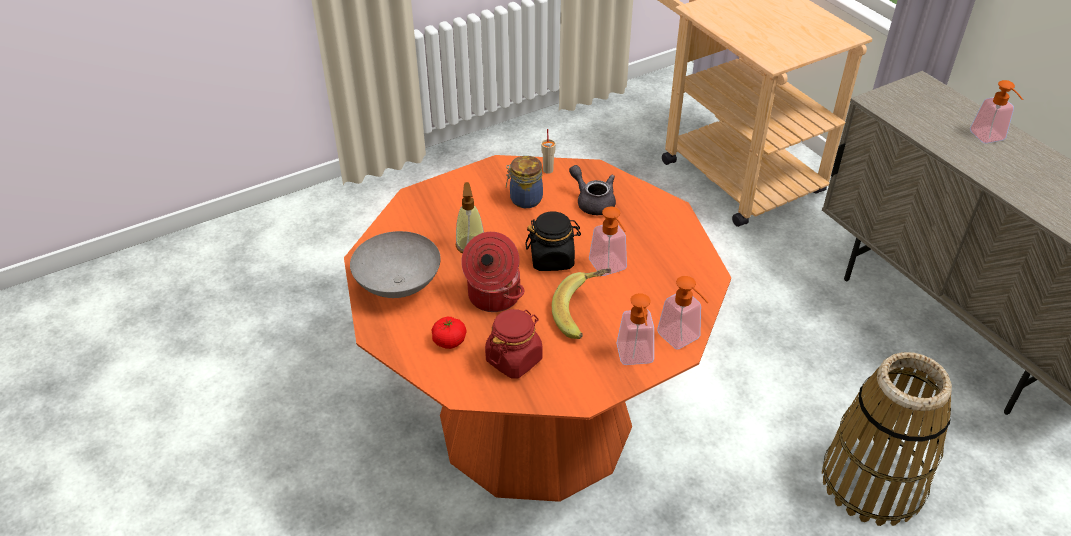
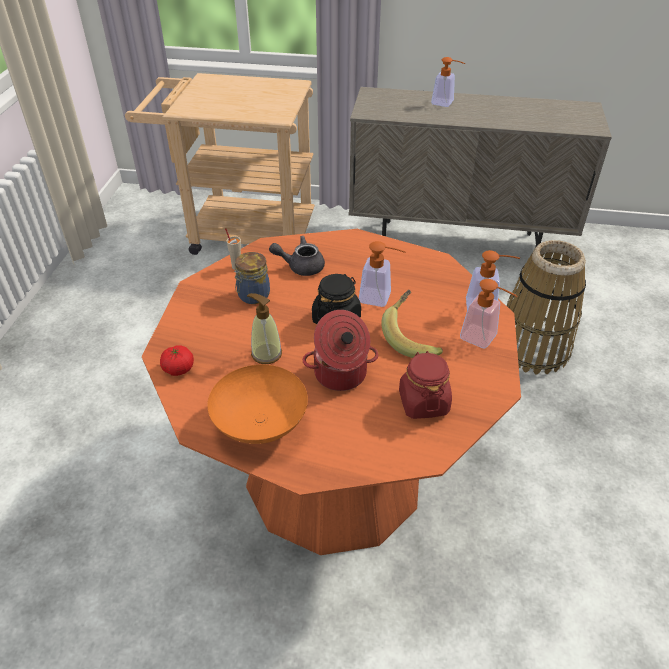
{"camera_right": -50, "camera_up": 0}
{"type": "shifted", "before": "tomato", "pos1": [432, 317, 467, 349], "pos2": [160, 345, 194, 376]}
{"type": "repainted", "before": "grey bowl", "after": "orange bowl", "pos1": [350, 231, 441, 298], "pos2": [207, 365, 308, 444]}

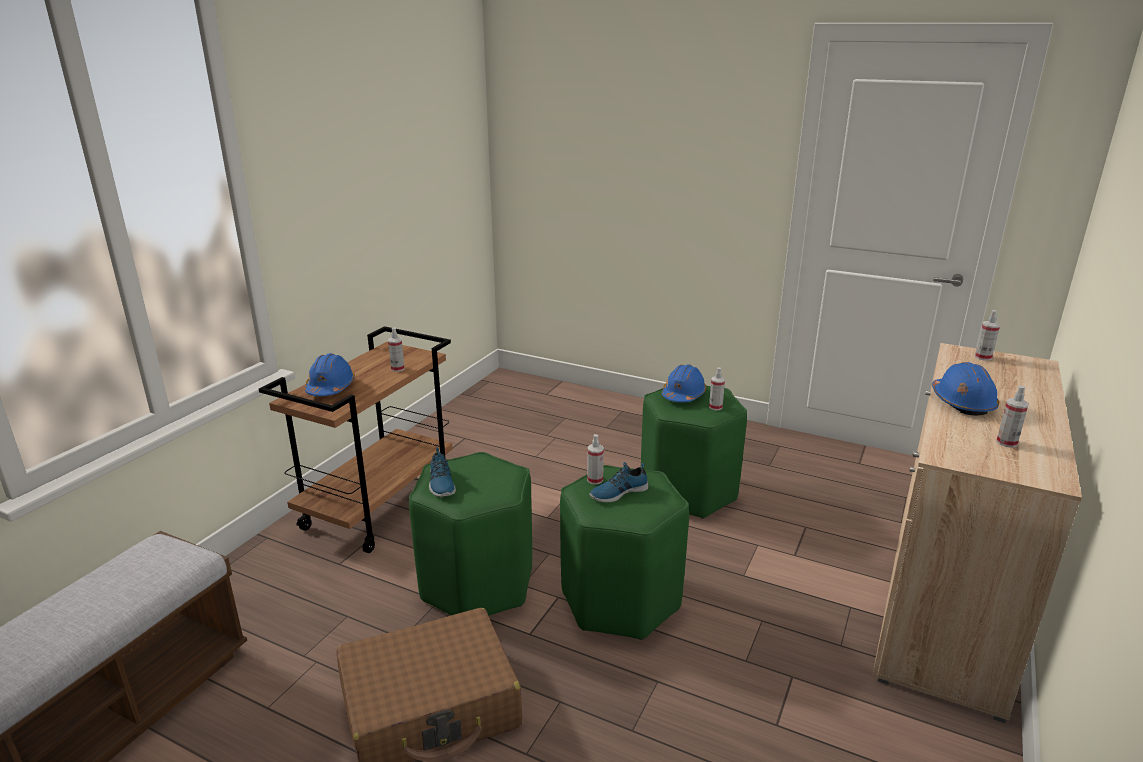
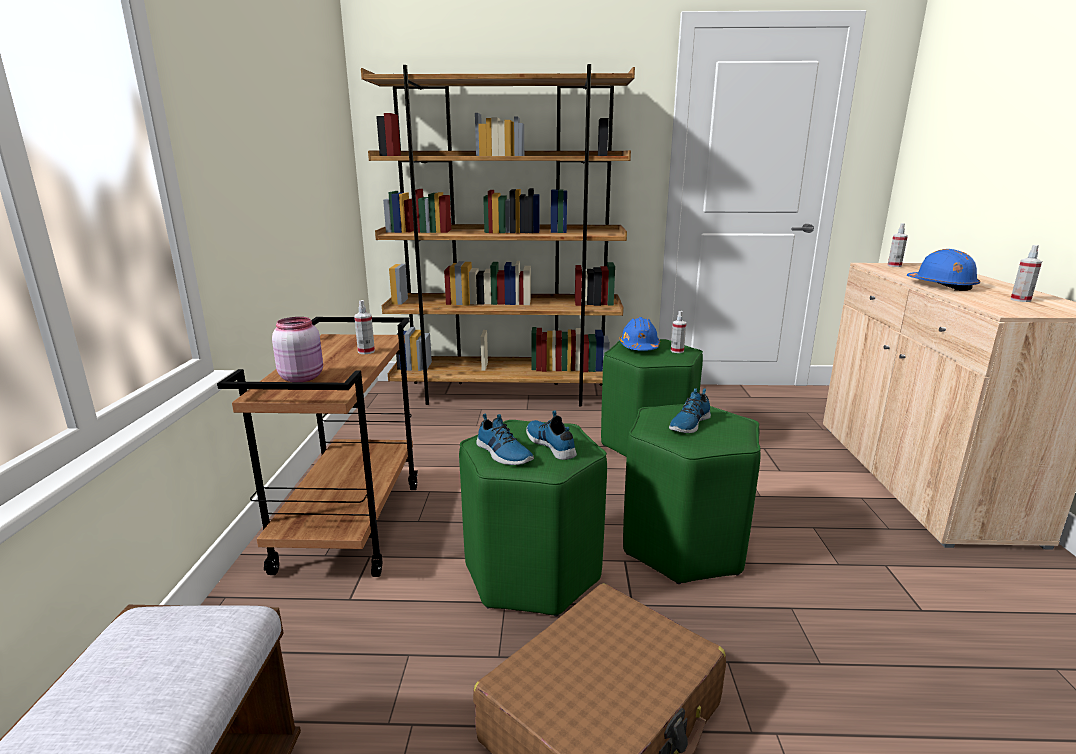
{"camera_right": -25, "camera_up": -5}
{"type": "gone", "before": "spray bottle", "pos1": [587, 434, 604, 485]}
{"type": "new", "after": "brown bookcase", "pos2": [361, 64, 635, 407]}
{"type": "new", "after": "shoe", "pos2": [526, 410, 577, 460]}
{"type": "swapped", "before": "blue hard hat", "after": "pink jar", "pos1": [305, 353, 355, 396], "pos2": [272, 317, 323, 382]}

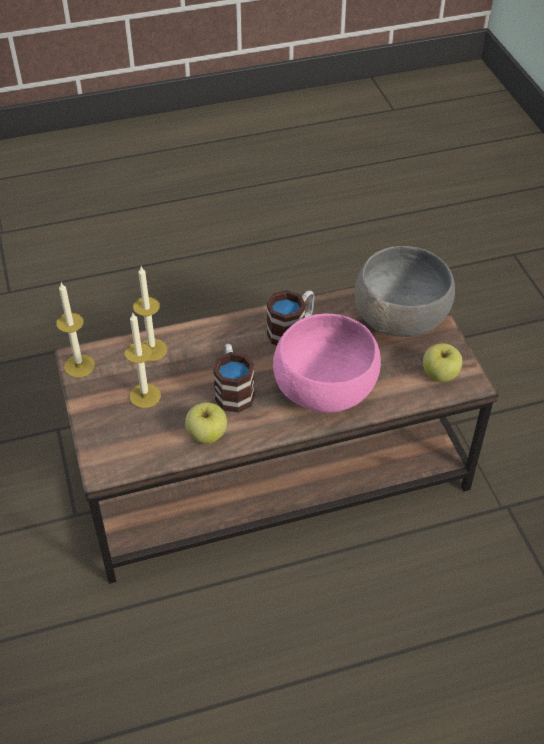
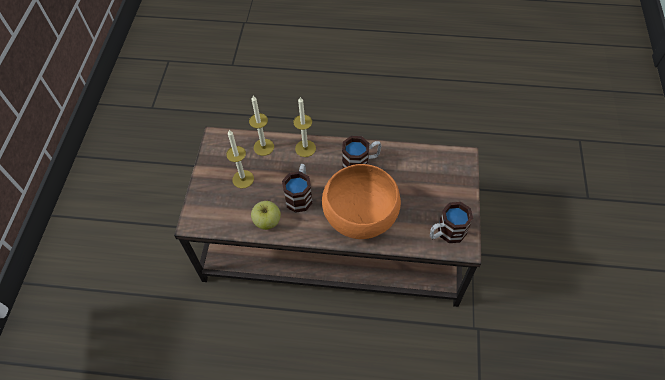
{"camera_right": 25, "camera_up": 10}
{"type": "gone", "before": "grey bowl", "pos1": [354, 246, 455, 337]}
{"type": "shifted", "before": "candle", "pos1": [56, 283, 95, 378], "pos2": [294, 97, 316, 157]}
{"type": "swapped", "before": "apple", "after": "mug", "pos1": [423, 343, 462, 382], "pos2": [430, 202, 473, 243]}
{"type": "repainted", "before": "pink bowl", "after": "orange bowl", "pos1": [273, 314, 381, 413], "pos2": [322, 164, 401, 239]}

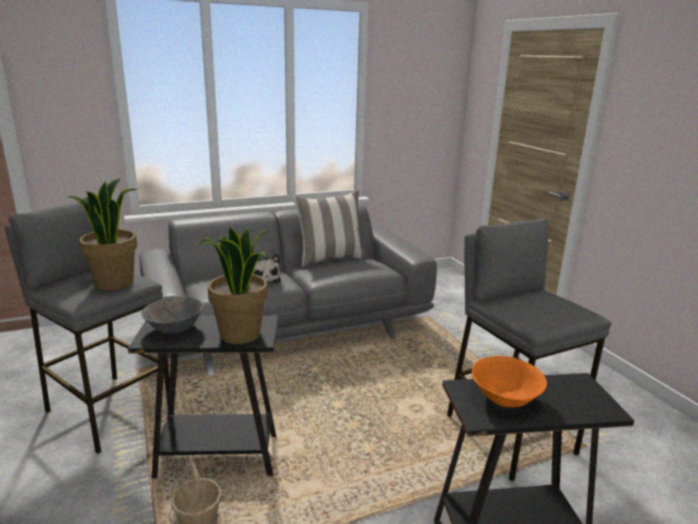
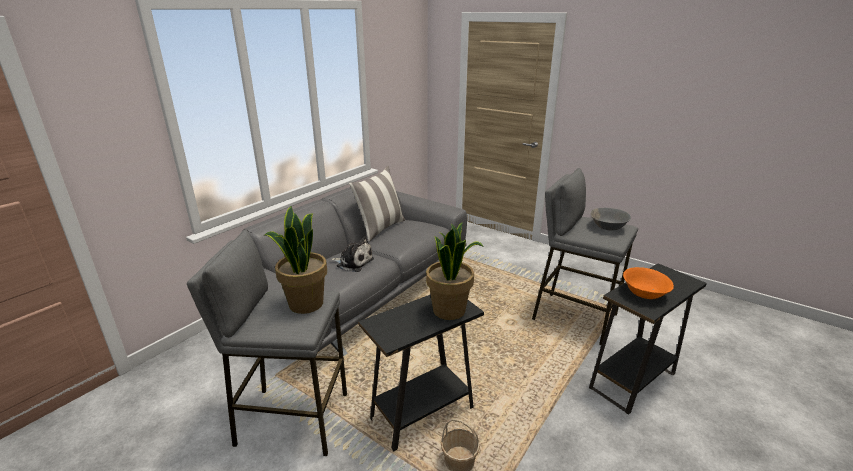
{"camera_right": -30, "camera_up": 5}
{"type": "shifted", "before": "grey bowl", "pos1": [141, 296, 204, 333], "pos2": [590, 208, 631, 230]}

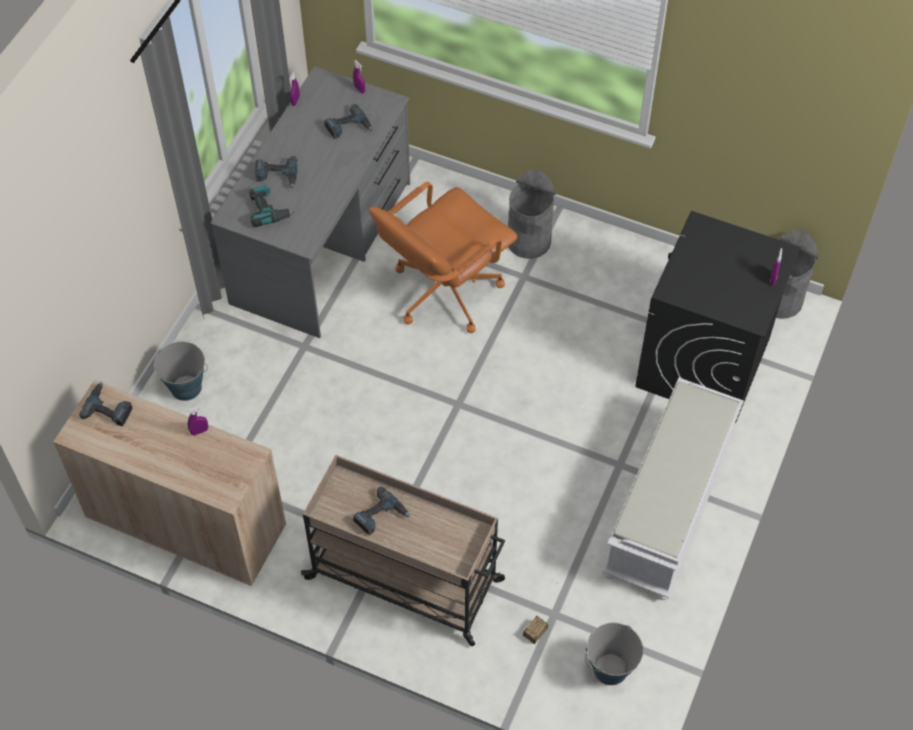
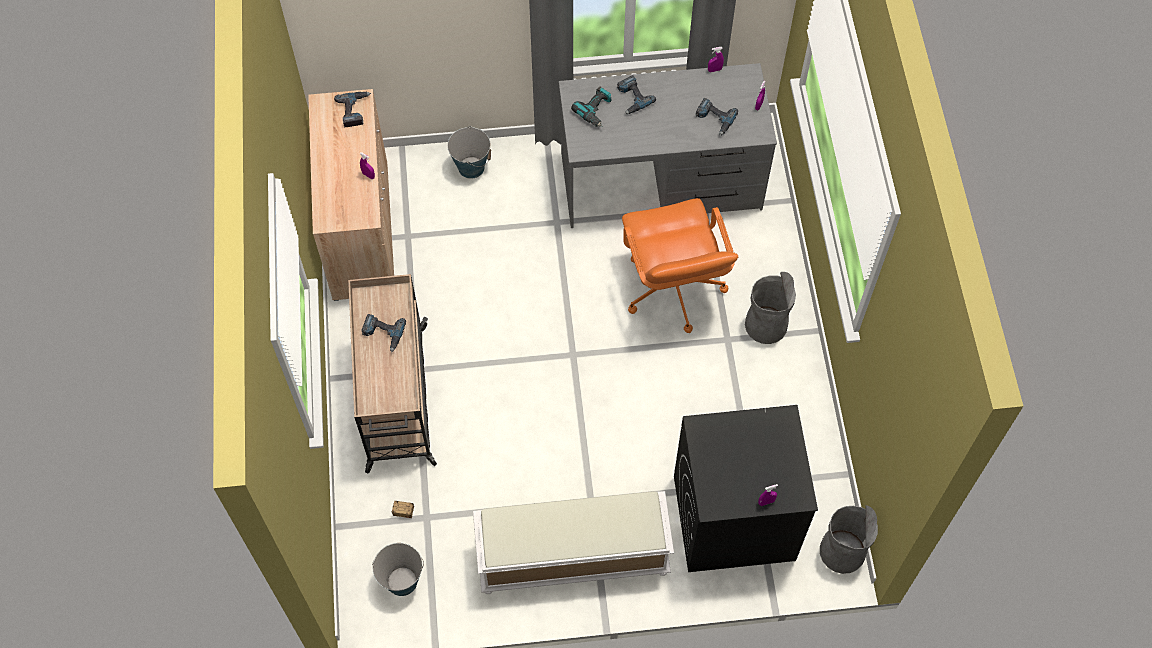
{"camera_right": 60, "camera_up": 5}
{"type": "rotated", "before": "orange office chair", "pos1": [369, 181, 517, 333], "pos2": [622, 198, 738, 333], "turn": -120}

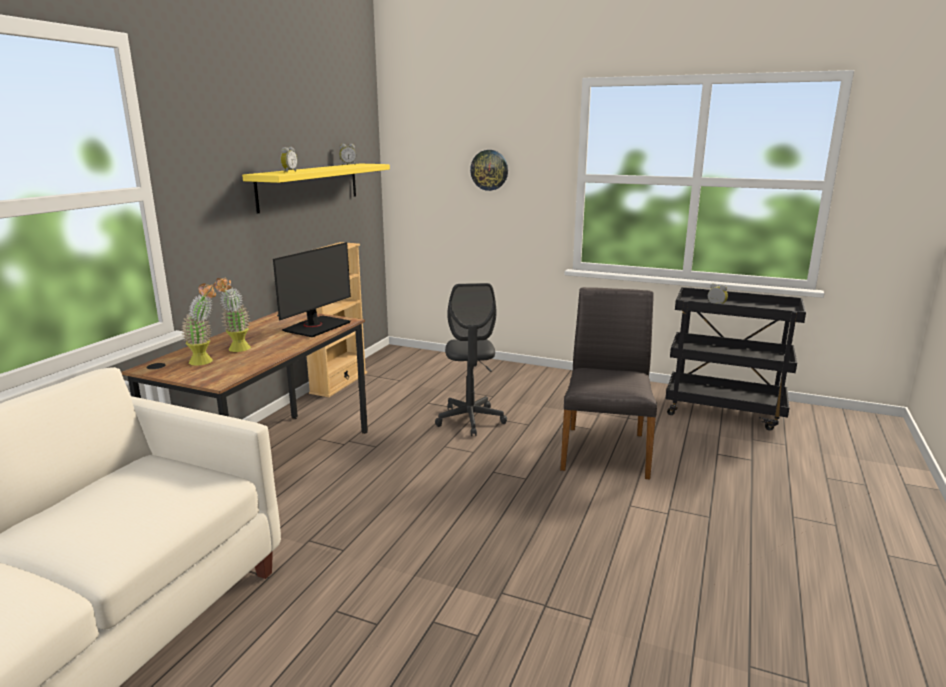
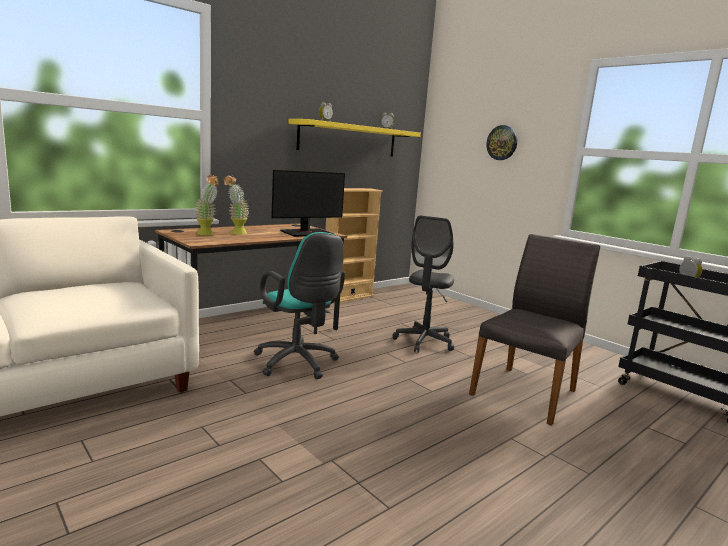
{"camera_right": 25, "camera_up": -5}
{"type": "new", "after": "turquoise office chair", "pos2": [254, 232, 345, 379]}

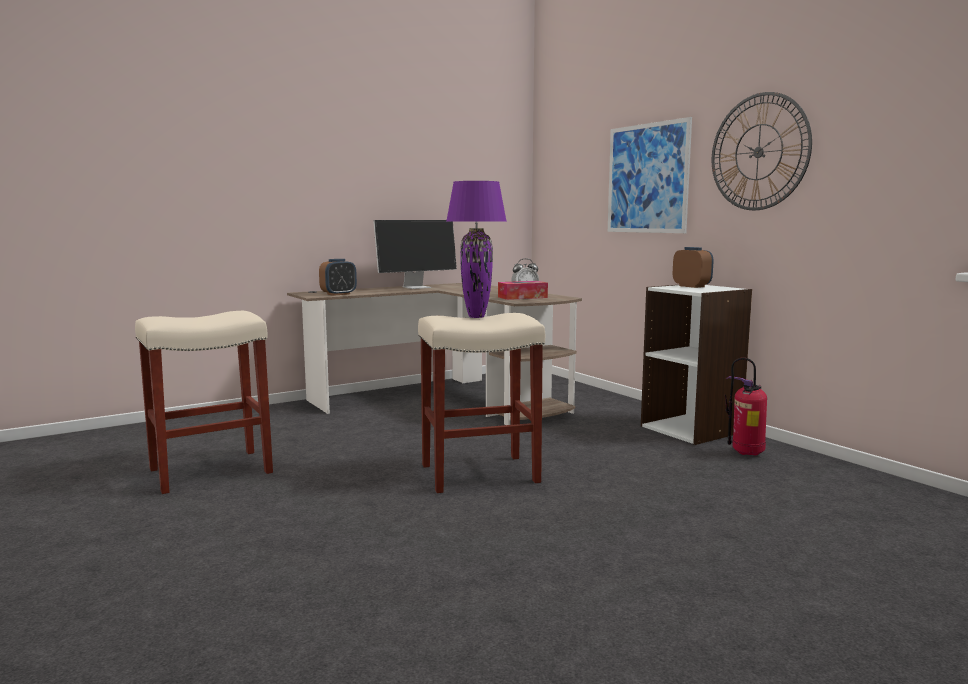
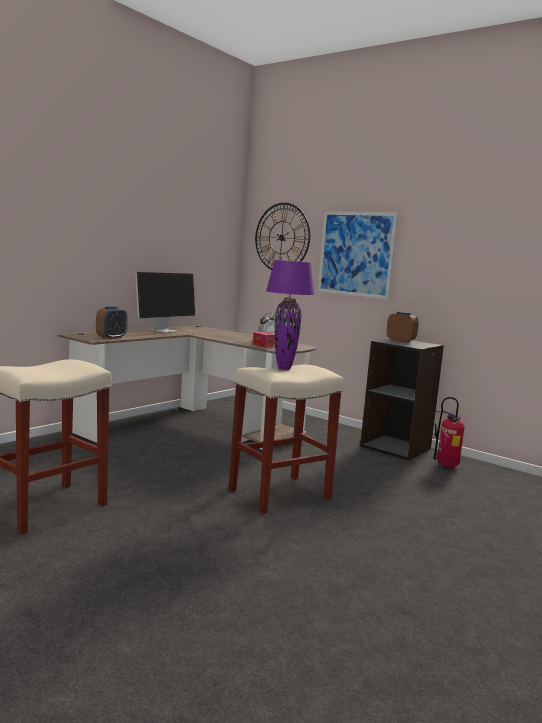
{"camera_right": -20, "camera_up": 0}
{"type": "shifted", "before": "wall clock", "pos1": [712, 92, 812, 210], "pos2": [255, 203, 310, 270]}
{"type": "repainted", "before": "white bookcase", "after": "black bookcase", "pos1": [641, 285, 752, 445], "pos2": [360, 338, 444, 460]}

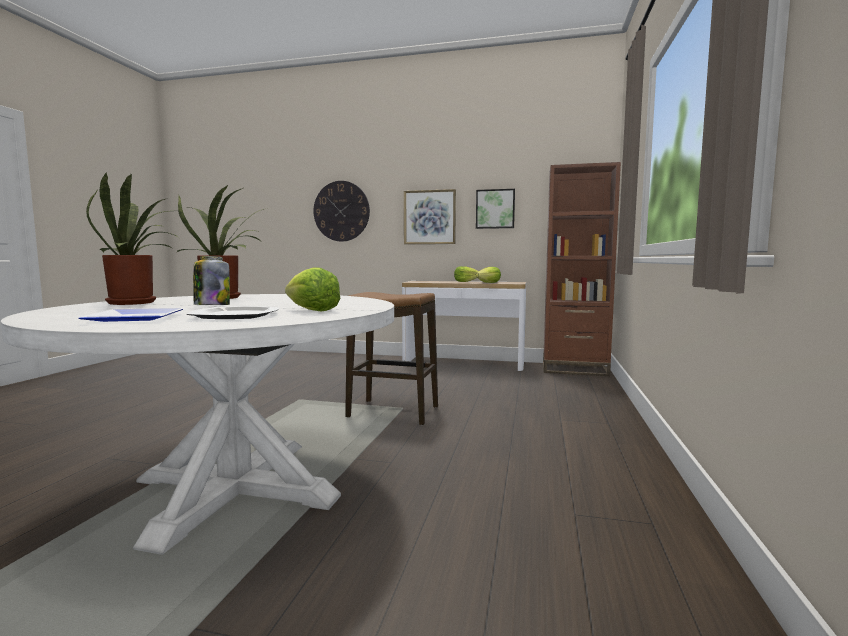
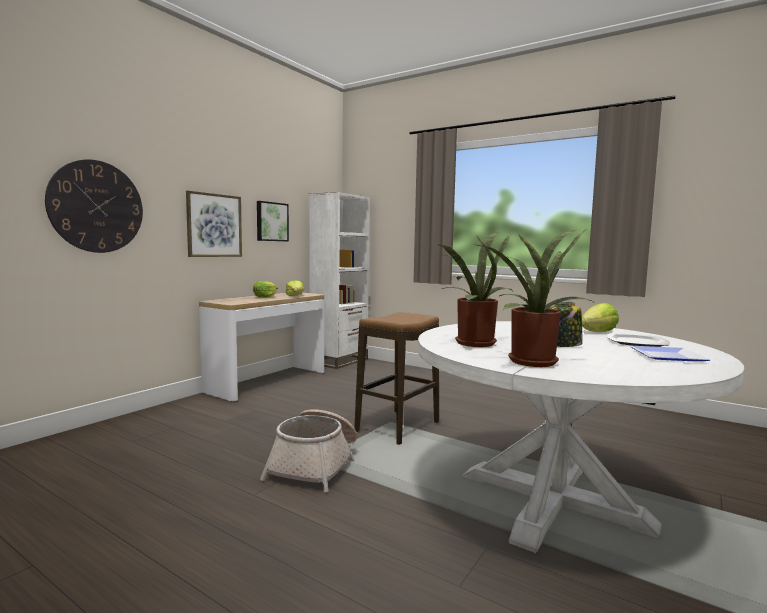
{"camera_right": -70, "camera_up": 0}
{"type": "new", "after": "basket", "pos2": [260, 409, 357, 492]}
{"type": "repainted", "before": "brown bookcase", "after": "white bookcase", "pos1": [543, 162, 621, 376], "pos2": [309, 192, 370, 369]}

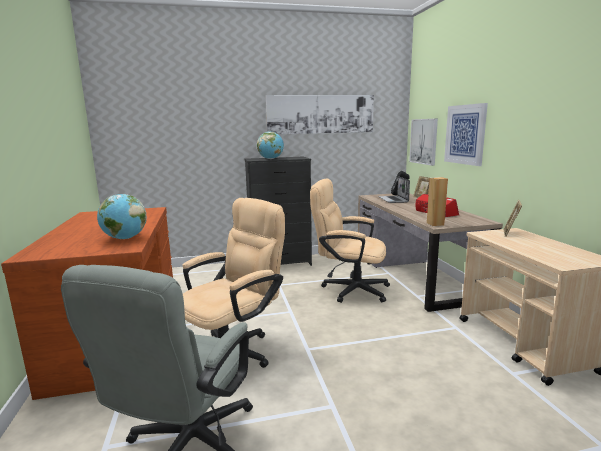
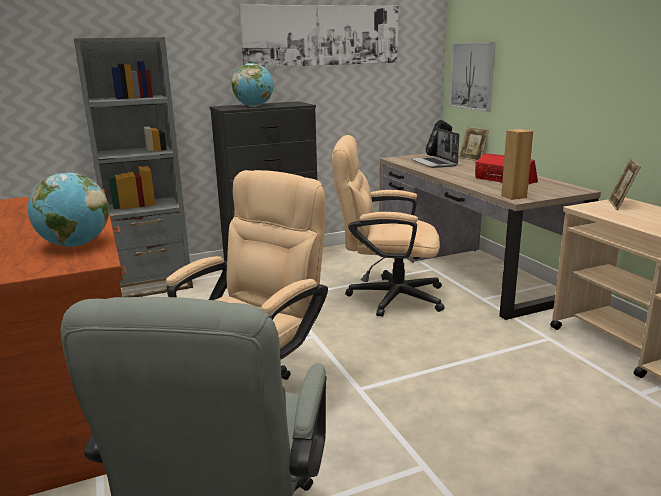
{"camera_right": -10, "camera_up": 5}
{"type": "gone", "before": "picture", "pos1": [444, 103, 488, 166]}
{"type": "new", "after": "grey bookcase", "pos2": [74, 37, 193, 297]}

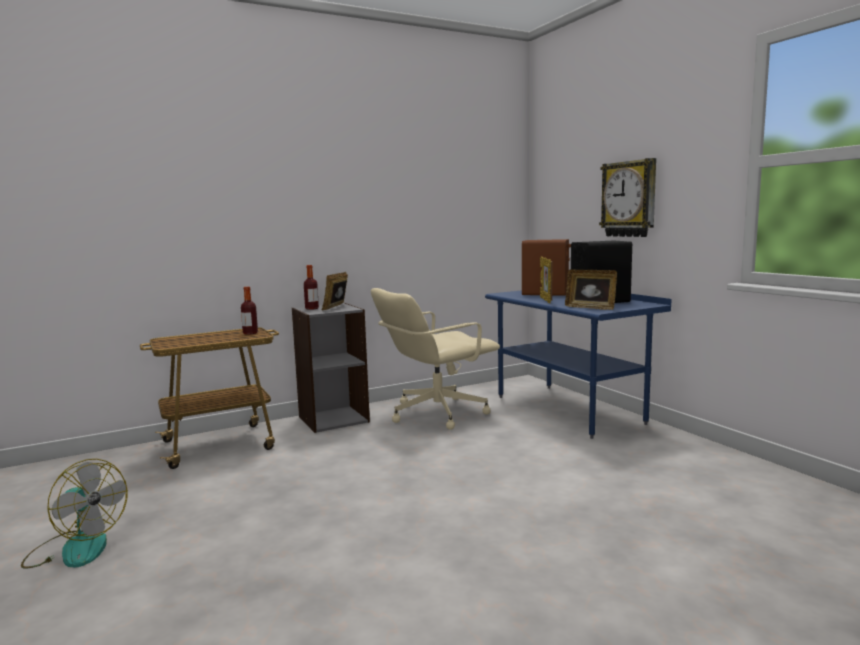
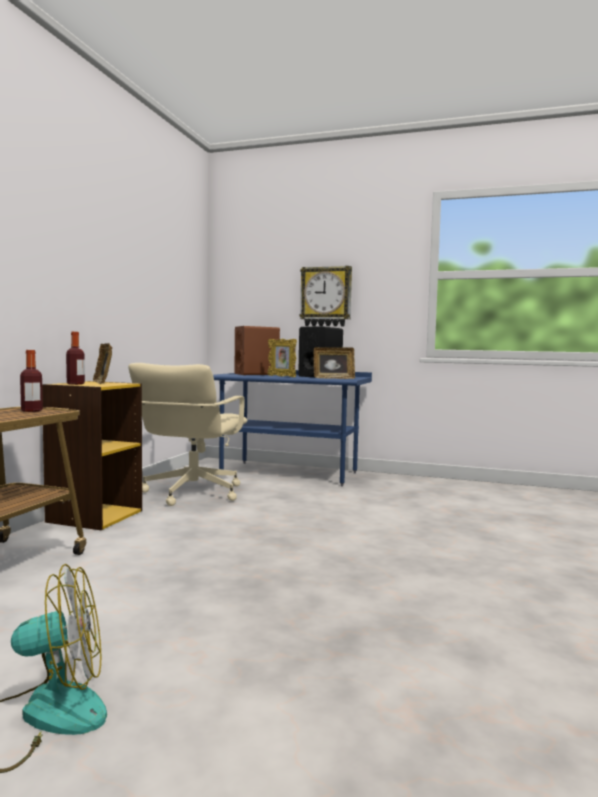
{"camera_right": -45, "camera_up": -5}
{"type": "repainted", "before": "grey bookcase", "after": "yellow bookcase", "pos1": [292, 303, 370, 433], "pos2": [42, 381, 142, 530]}

